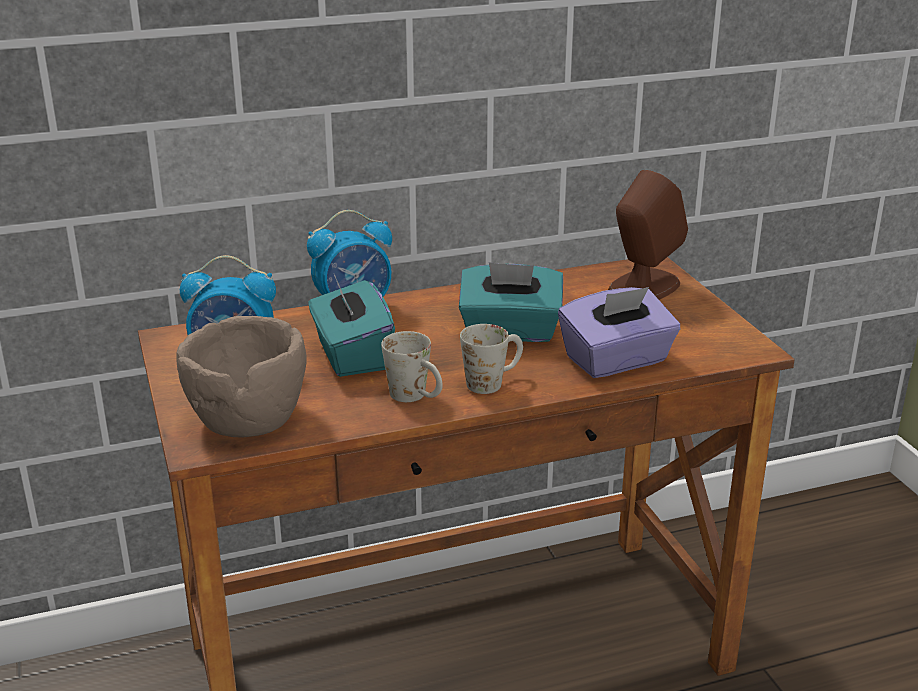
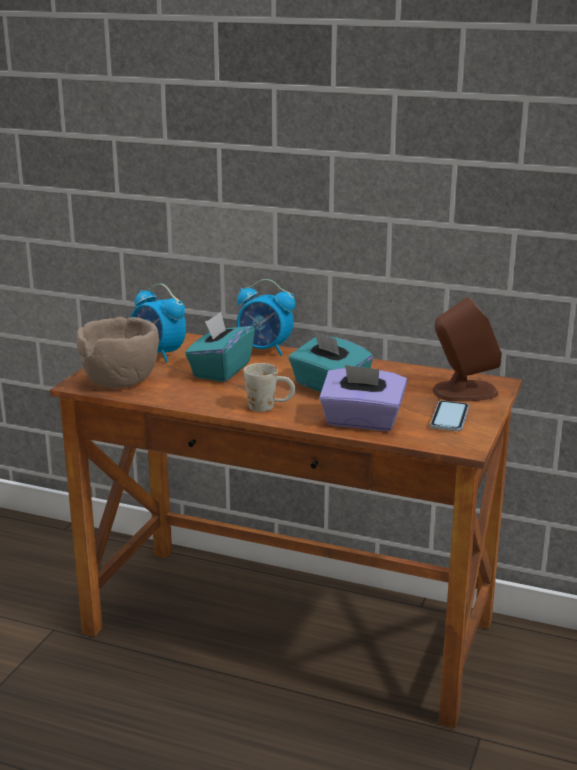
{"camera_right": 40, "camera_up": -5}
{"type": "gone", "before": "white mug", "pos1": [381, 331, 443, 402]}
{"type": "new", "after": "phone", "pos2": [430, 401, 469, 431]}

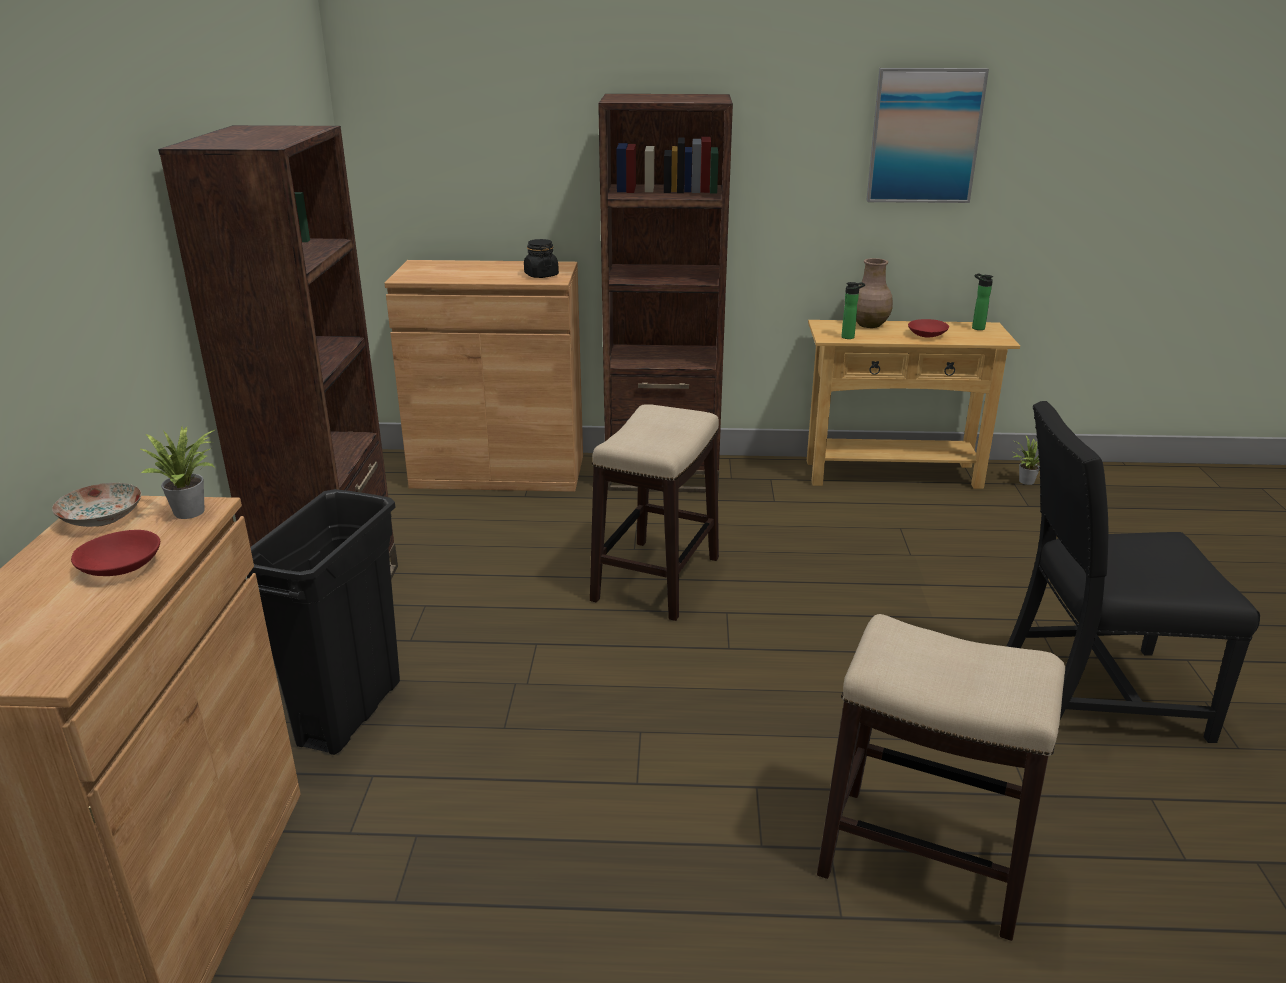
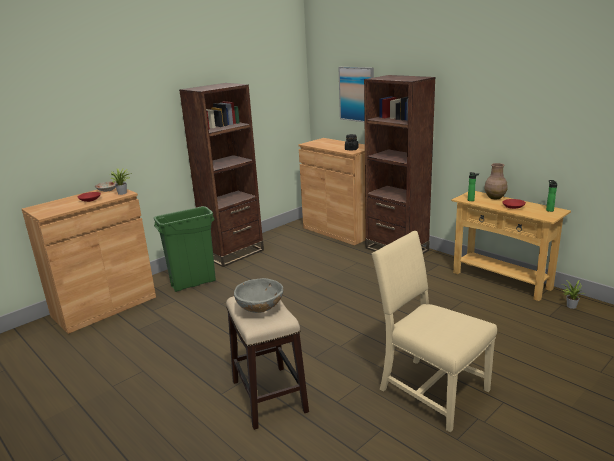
{"camera_right": 45, "camera_up": -5}
{"type": "gone", "before": "stool", "pos1": [590, 404, 719, 621]}
{"type": "new", "after": "grey bowl", "pos2": [234, 278, 283, 313]}
{"type": "shifted", "before": "picture", "pos1": [866, 68, 989, 203], "pos2": [338, 67, 374, 122]}
{"type": "repainted", "before": "black trash can", "after": "green trash can", "pos1": [247, 489, 400, 755], "pos2": [154, 206, 216, 292]}
{"type": "repainted", "before": "black chair", "after": "beige chair", "pos1": [1007, 401, 1260, 743], "pos2": [371, 231, 497, 432]}

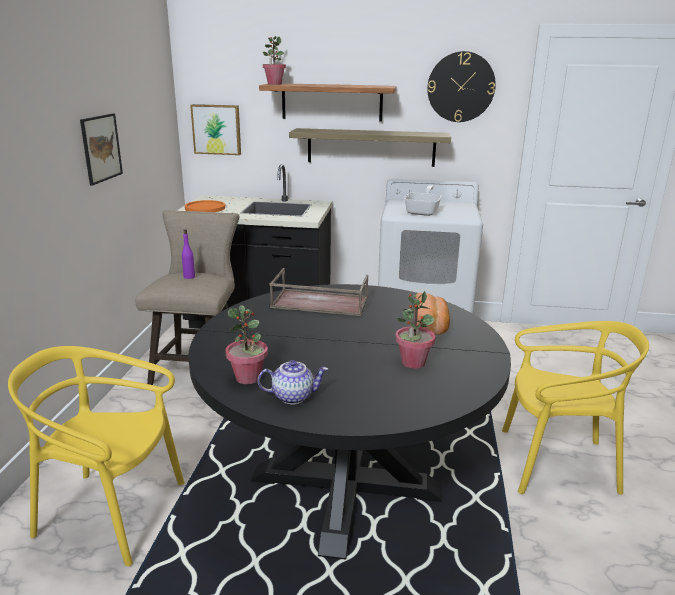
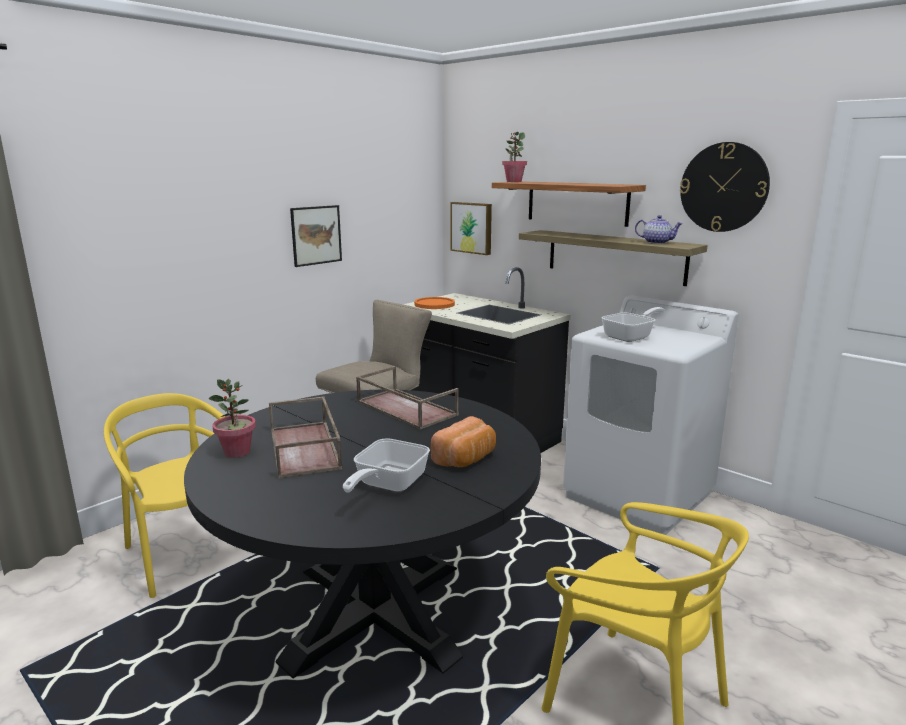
{"camera_right": 35, "camera_up": -5}
{"type": "gone", "before": "purple bottle", "pos1": [182, 229, 195, 279]}
{"type": "new", "after": "brown tray", "pos2": [269, 396, 342, 479]}
{"type": "shifted", "before": "teapot", "pos1": [258, 360, 328, 404], "pos2": [635, 215, 683, 244]}
{"type": "swapped", "before": "potted plant", "after": "frying pan", "pos1": [395, 291, 435, 368], "pos2": [343, 438, 430, 493]}

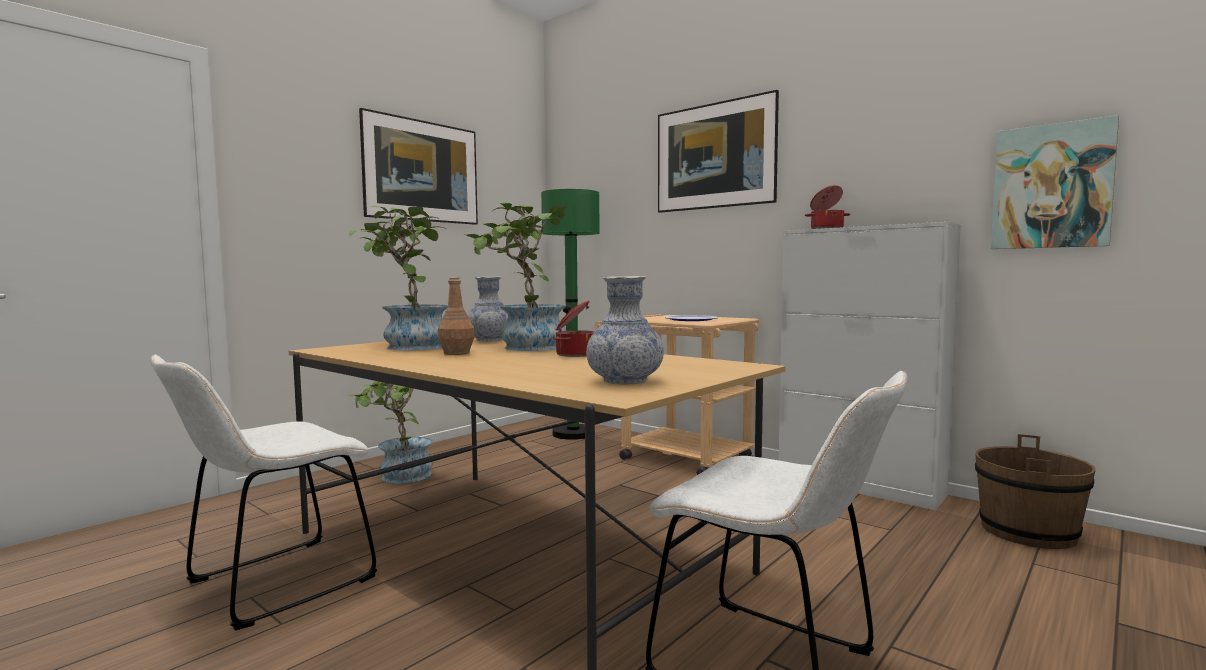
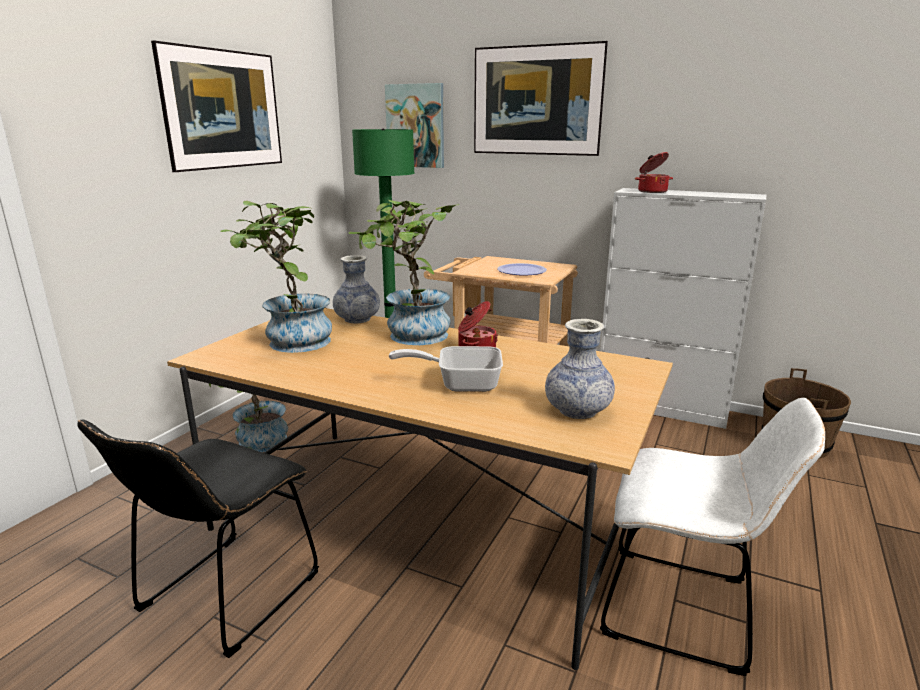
{"camera_right": -15, "camera_up": 15}
{"type": "gone", "before": "brown bottle", "pos1": [438, 277, 475, 355]}
{"type": "new", "after": "frying pan", "pos2": [389, 346, 503, 392]}
{"type": "shifted", "before": "picture", "pos1": [991, 115, 1119, 249], "pos2": [385, 83, 444, 168]}
{"type": "repainted", "before": "white chair", "after": "black chair", "pos1": [150, 355, 377, 631], "pos2": [78, 419, 319, 658]}

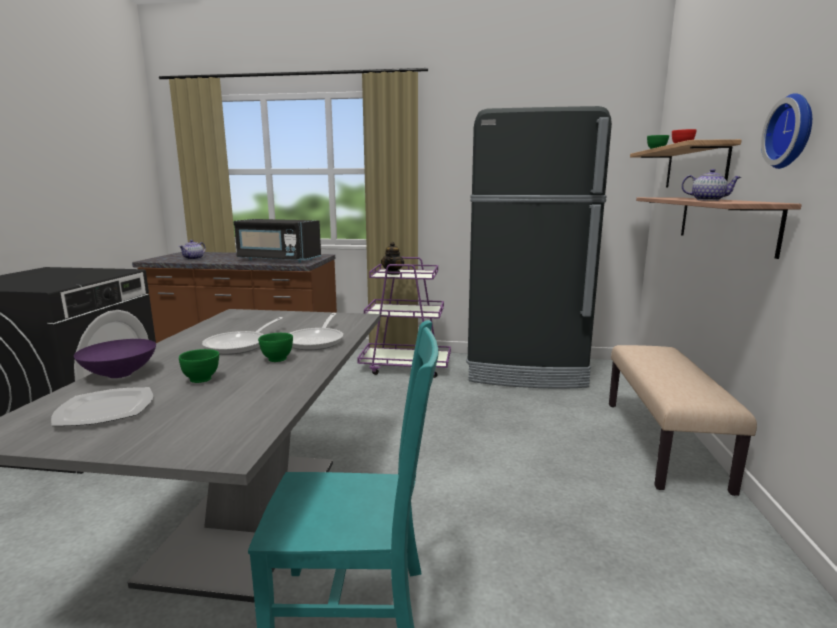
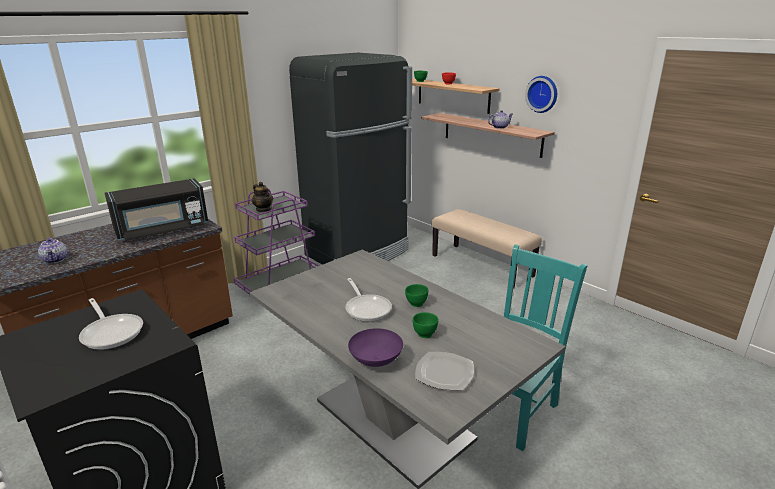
{"camera_right": -50, "camera_up": 10}
{"type": "shifted", "before": "frying pan", "pos1": [289, 313, 343, 350], "pos2": [79, 298, 143, 350]}

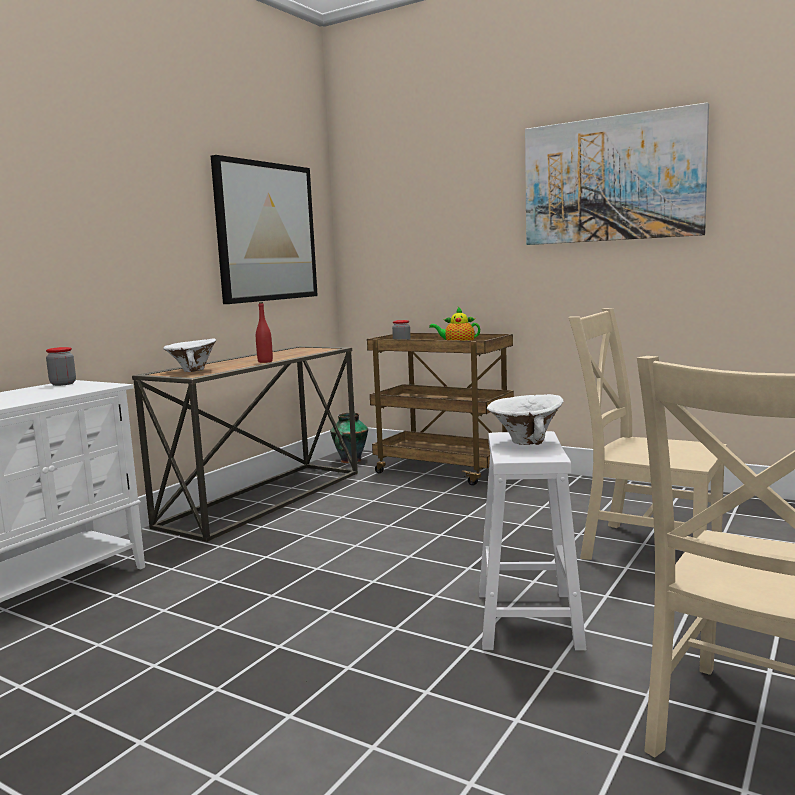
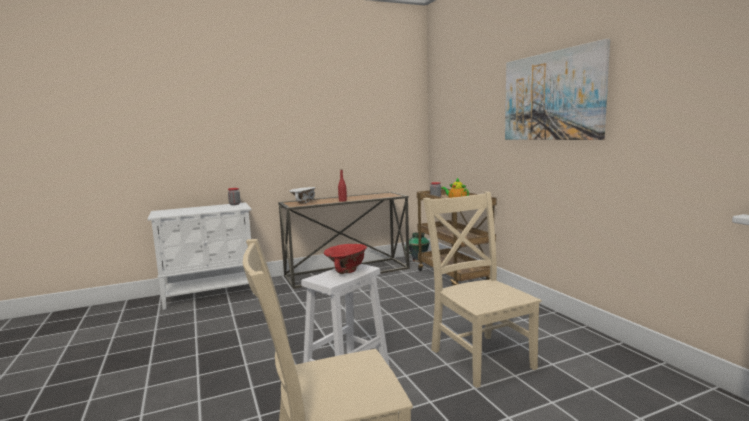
{"camera_right": 35, "camera_up": 0}
{"type": "gone", "before": "picture", "pos1": [211, 155, 318, 304]}
{"type": "repainted", "before": "white bowl", "after": "red bowl", "pos1": [487, 394, 563, 445], "pos2": [324, 244, 367, 274]}

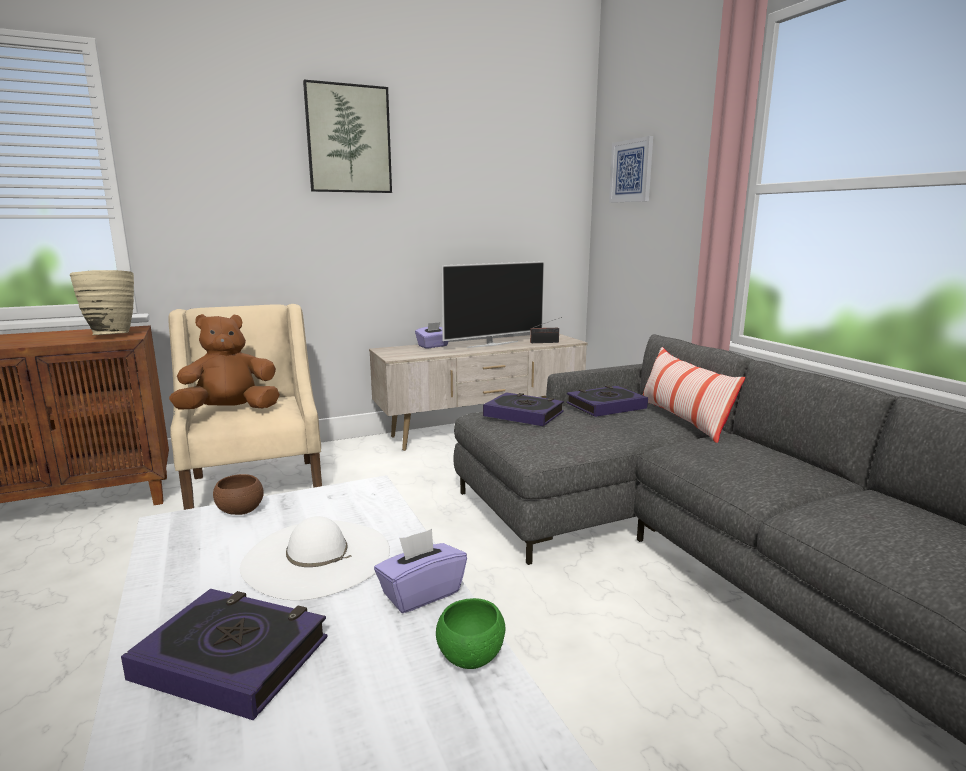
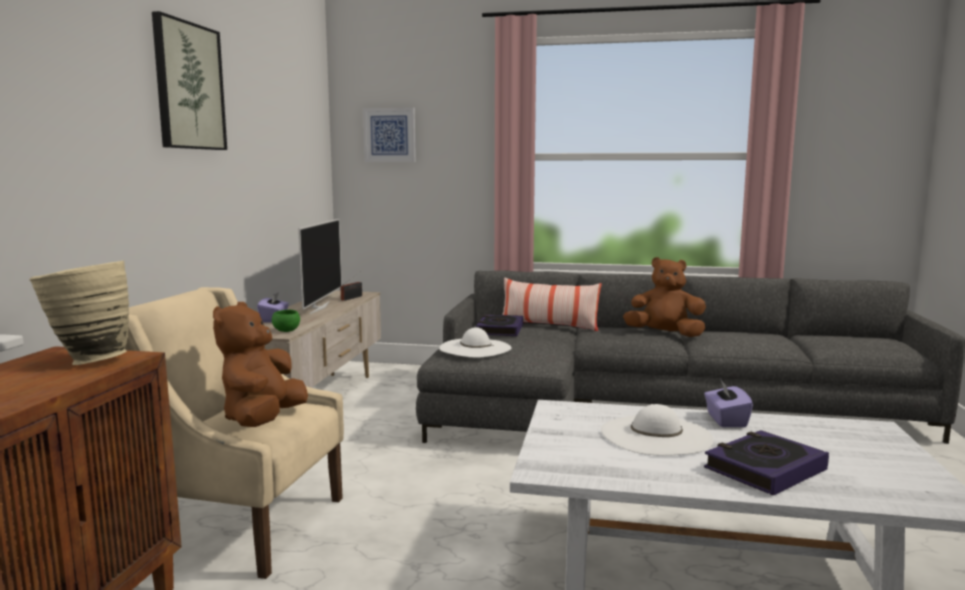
{"camera_right": -55, "camera_up": -5}
{"type": "gone", "before": "brown bowl", "pos1": [213, 474, 264, 515]}
{"type": "new", "after": "brown plush toy", "pos2": [623, 257, 706, 337]}
{"type": "shifted", "before": "green bowl", "pos1": [436, 598, 505, 669], "pos2": [272, 310, 300, 332]}
{"type": "swapped", "before": "book", "after": "white hat", "pos1": [483, 392, 564, 426], "pos2": [439, 327, 511, 358]}

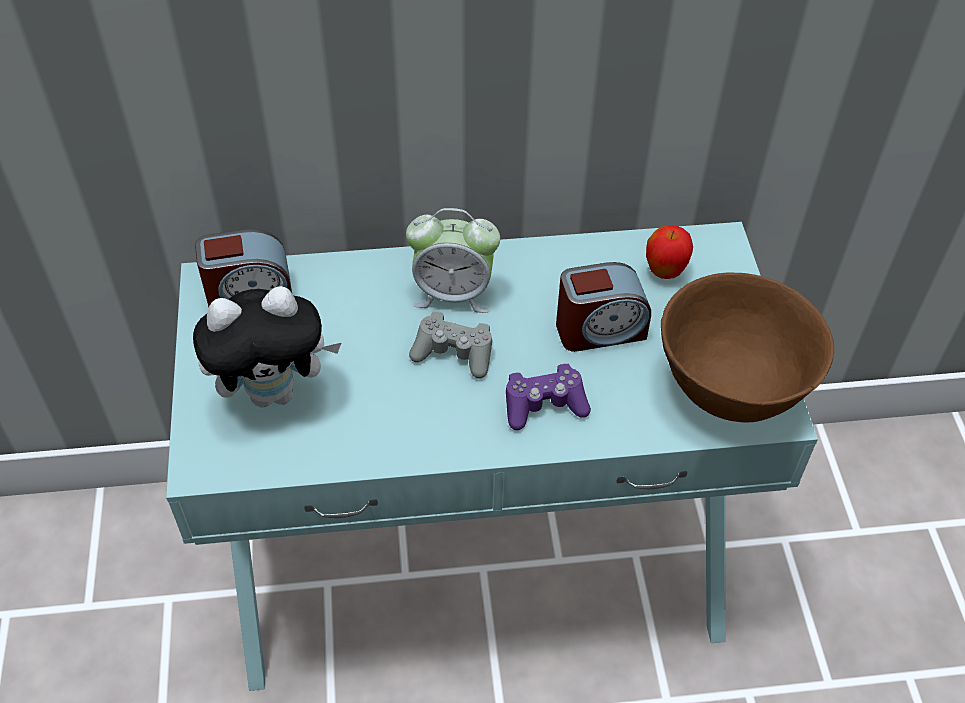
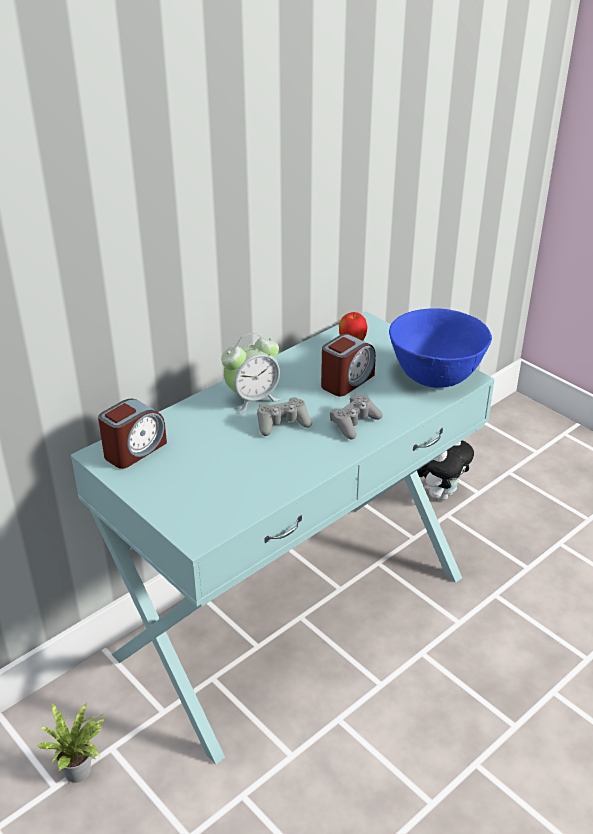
{"camera_right": -35, "camera_up": -15}
{"type": "new", "after": "potted plant", "pos2": [38, 703, 107, 783]}
{"type": "shifted", "before": "plush toy", "pos1": [193, 286, 341, 408], "pos2": [417, 440, 474, 500]}
{"type": "repainted", "before": "purple game controller", "after": "grey game controller", "pos1": [506, 364, 591, 430], "pos2": [330, 395, 383, 439]}
{"type": "repainted", "before": "brown bowl", "after": "blue bowl", "pos1": [661, 272, 834, 423], "pos2": [389, 308, 492, 388]}

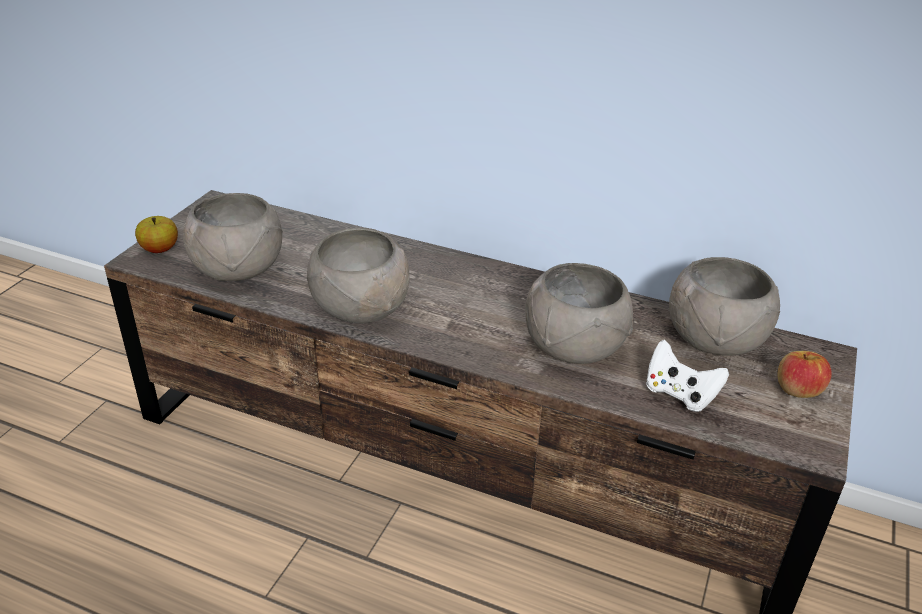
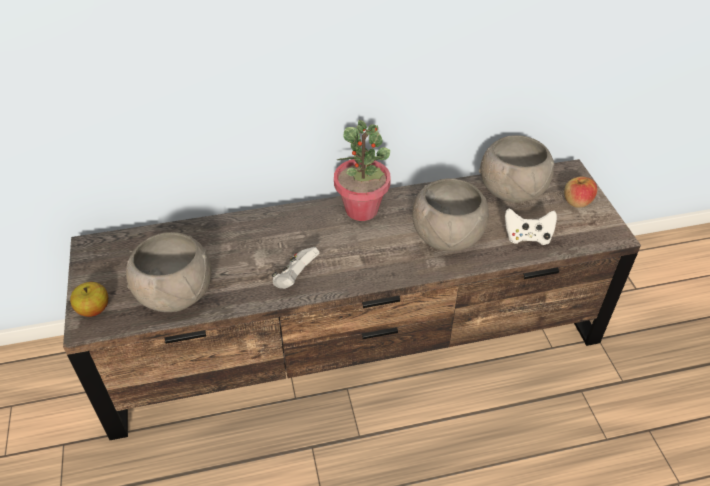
{"camera_right": -35, "camera_up": 10}
{"type": "new", "after": "potted plant", "pos2": [334, 120, 391, 221]}
{"type": "swapped", "before": "grey bowl", "after": "white game controller", "pos1": [307, 228, 410, 323], "pos2": [272, 247, 320, 289]}

